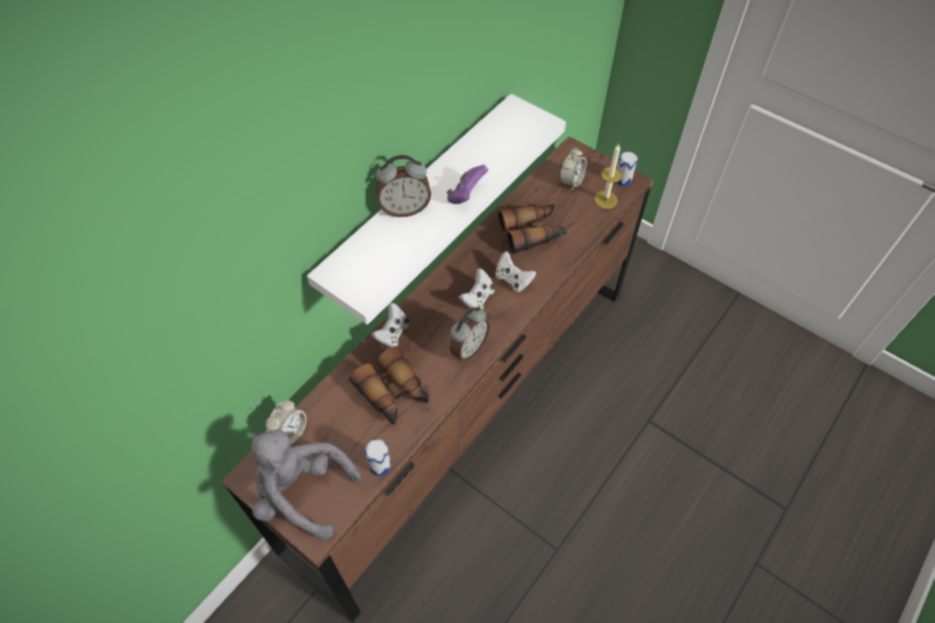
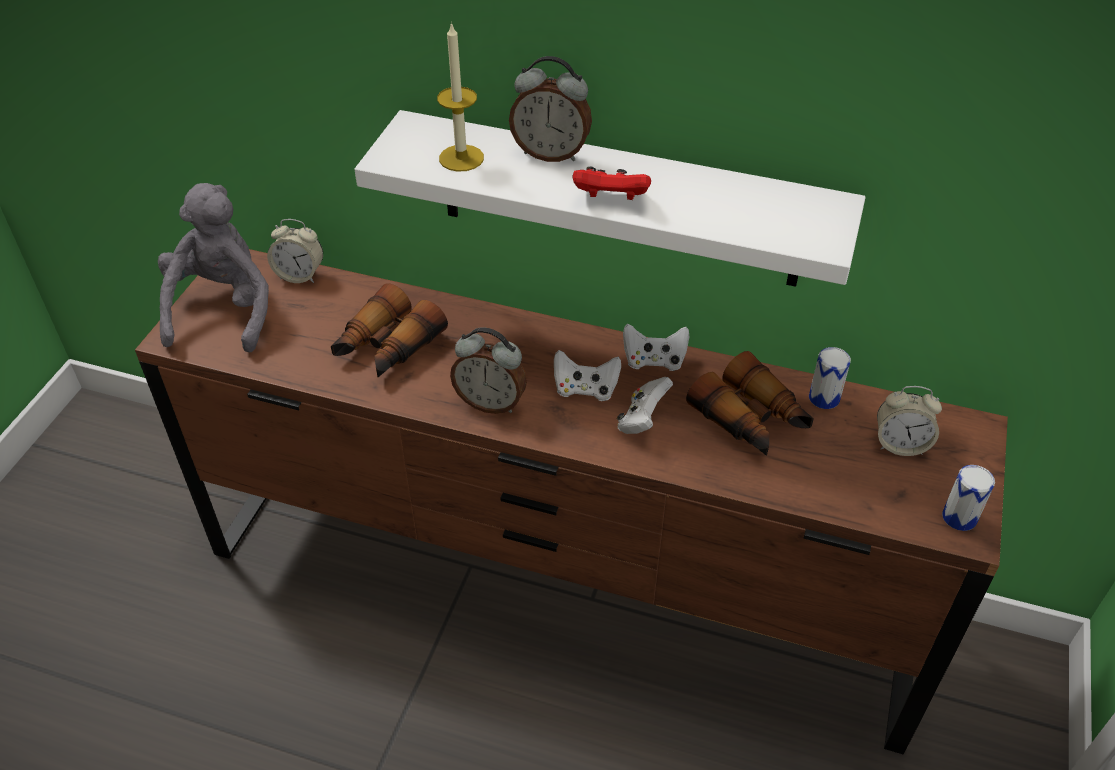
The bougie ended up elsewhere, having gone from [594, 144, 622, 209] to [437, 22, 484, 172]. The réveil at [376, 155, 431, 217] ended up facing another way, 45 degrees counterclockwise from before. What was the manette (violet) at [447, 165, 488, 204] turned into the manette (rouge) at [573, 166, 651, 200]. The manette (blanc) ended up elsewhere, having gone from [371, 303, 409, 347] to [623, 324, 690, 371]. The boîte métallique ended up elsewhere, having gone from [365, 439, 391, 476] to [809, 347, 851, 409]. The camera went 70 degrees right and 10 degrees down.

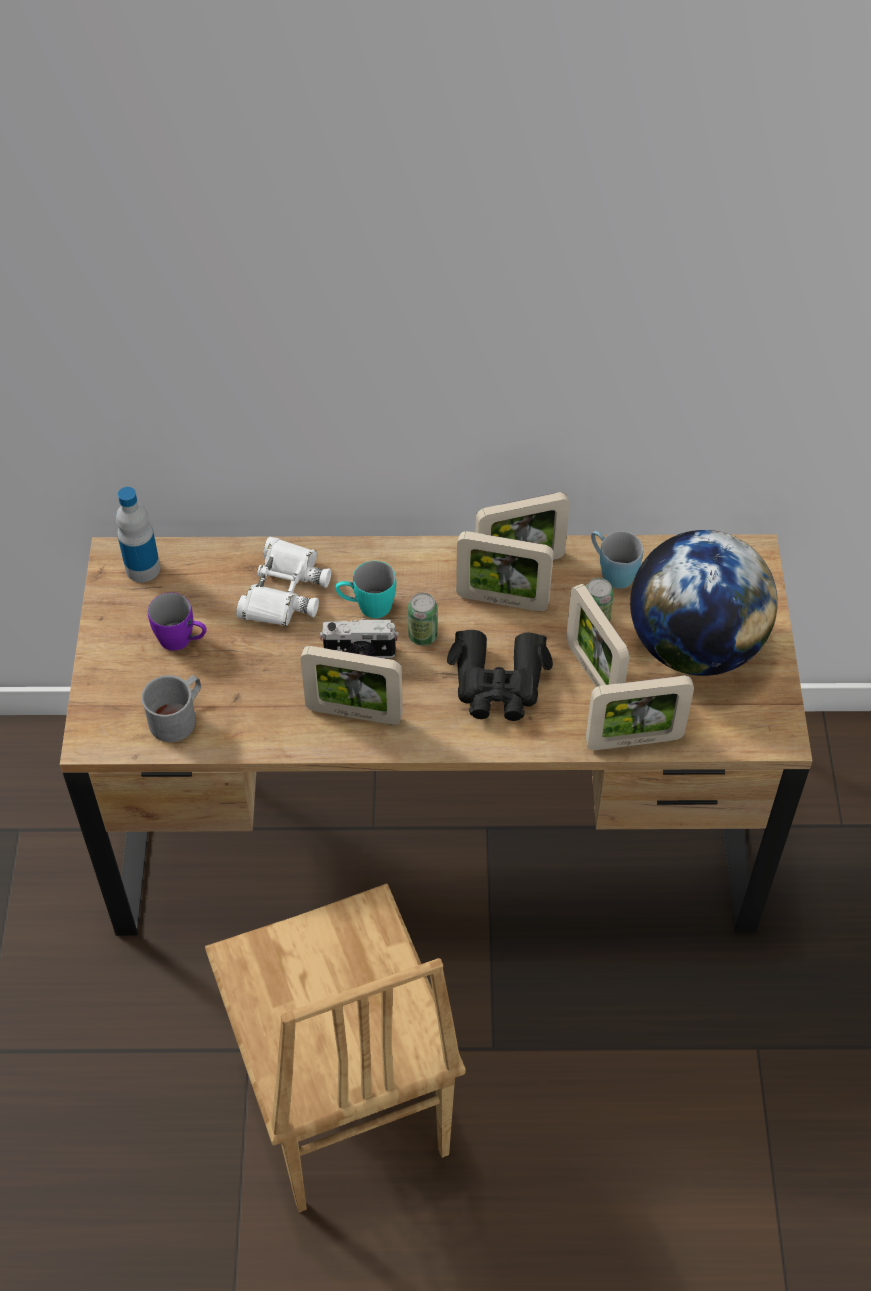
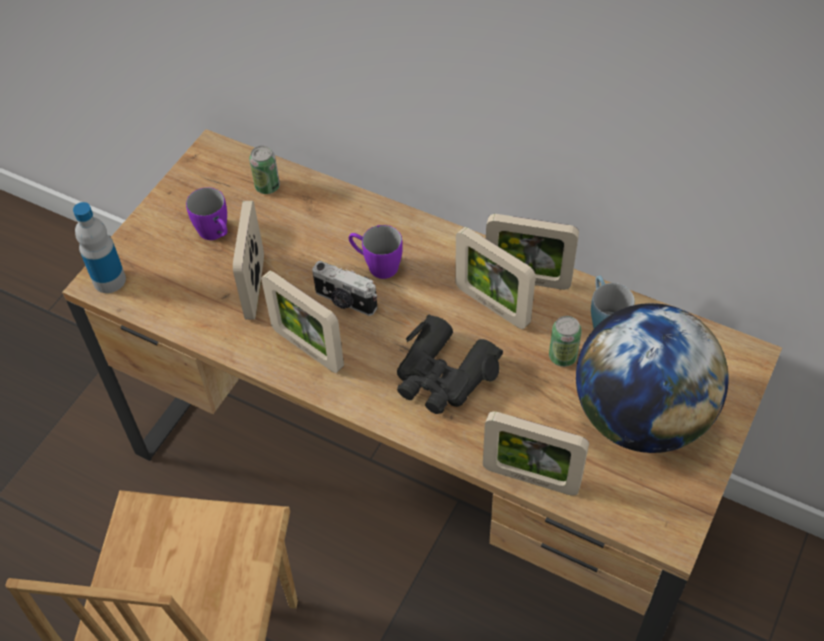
The bouteille ended up elsewhere, having gone from [116, 487, 160, 582] to [73, 202, 126, 293]. The cadre photo ended up elsewhere, having gone from [566, 584, 630, 687] to [233, 201, 264, 320]. The boîte métallique ended up elsewhere, having gone from [408, 593, 438, 646] to [249, 146, 280, 194]. What was the mug (turquoise) at [336, 561, 396, 618] turned into the mug (violet) at [349, 225, 403, 279]. The second view lost the mug (gris) at [141, 675, 201, 742]. The second view lost the jumelles (blanc) at [236, 537, 331, 626]. The camera went 30 degrees right and 0 degrees up.

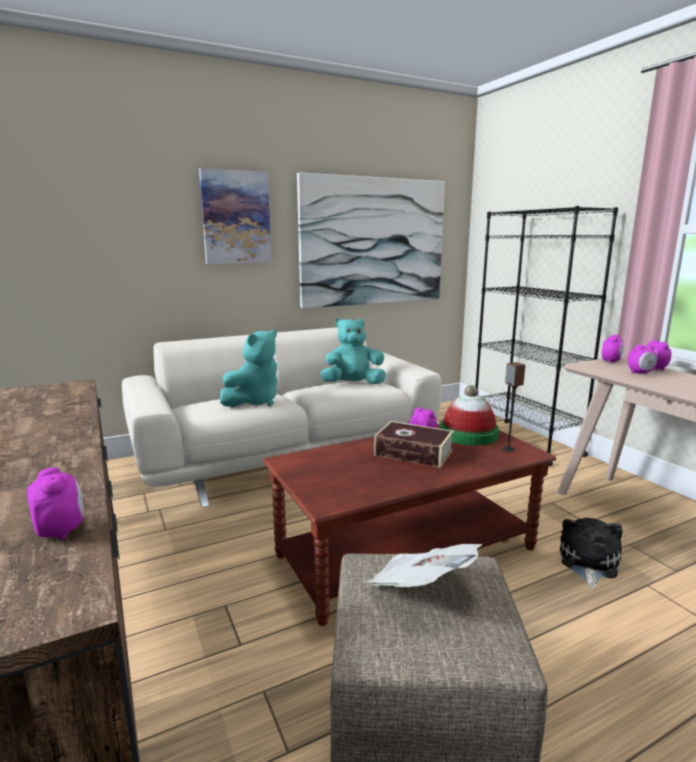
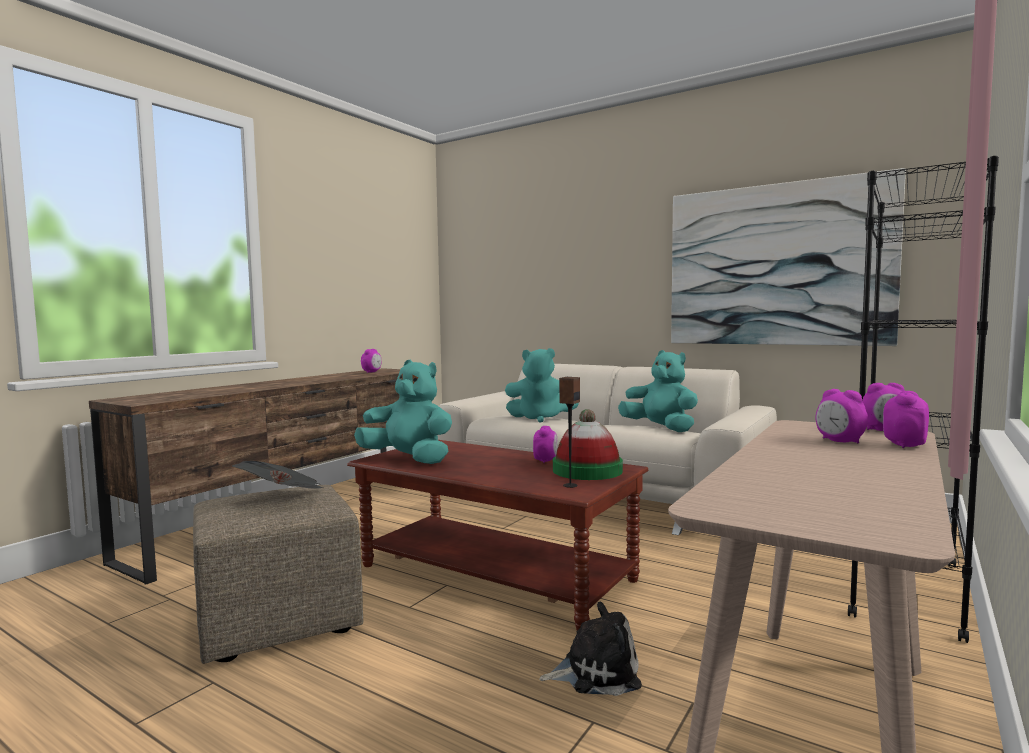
The second view gained the peluche (turquoise) at [354, 360, 452, 464]. The réveil ended up elsewhere, having gone from [27, 467, 84, 541] to [361, 349, 381, 373]. The second view lost the tableau at [199, 168, 271, 264]. The second view lost the livre at [374, 421, 454, 468]. The camera went 60 degrees right and 10 degrees down.

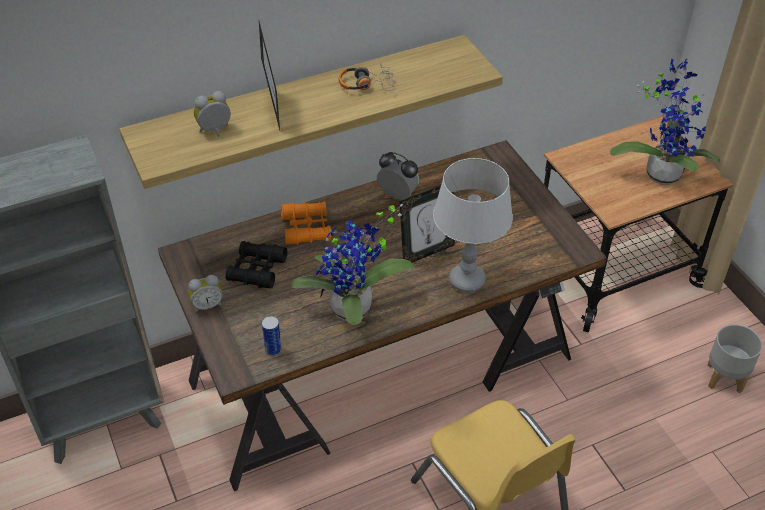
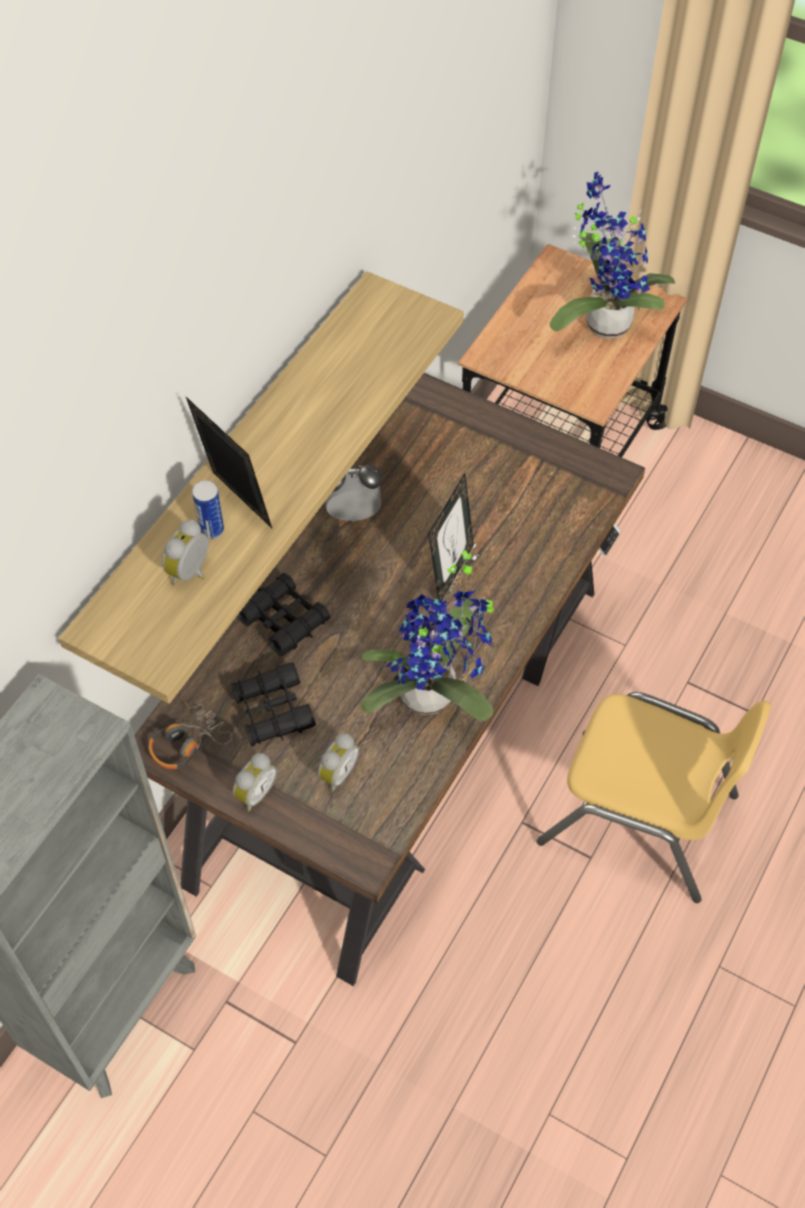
The casque audio ended up elsewhere, having gone from [339, 63, 395, 91] to [149, 703, 232, 769]. The boîte métallique ended up elsewhere, having gone from [262, 316, 282, 356] to [192, 481, 224, 539]. What was the jumelles (orange) at [281, 202, 332, 245] turned into the jumelles (noir) at [237, 573, 330, 656]. The second view gained the réveil at [318, 733, 359, 792]. The second view lost the lampe de table (gris) at [433, 158, 513, 292]. The second view lost the cache-pot (gris) at [708, 324, 763, 393]. The camera went 35 degrees left and 10 degrees up.

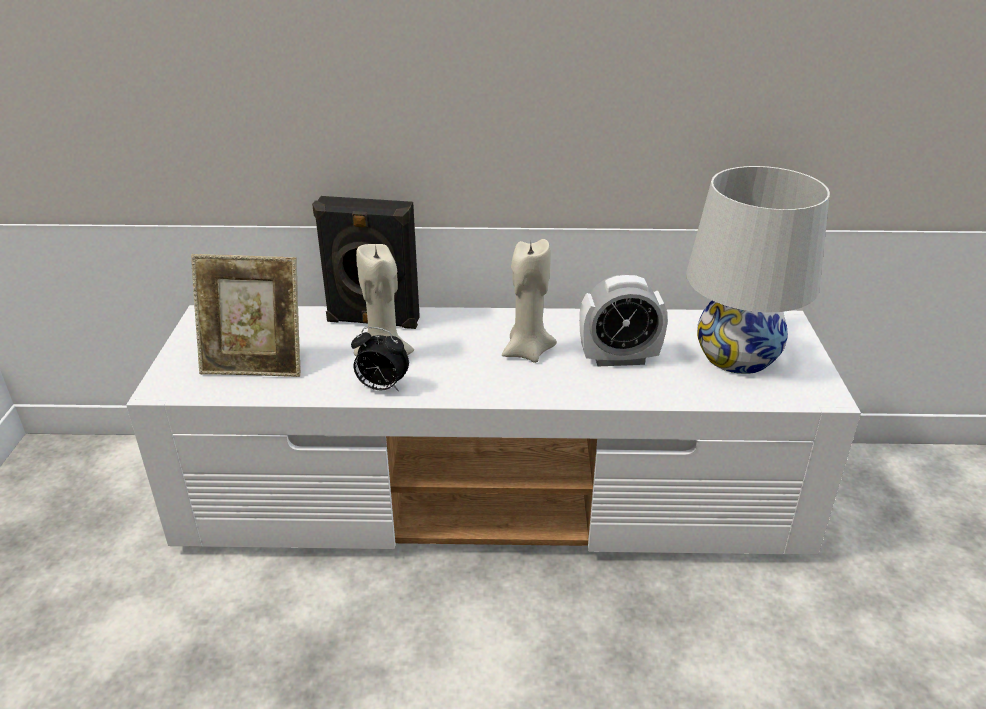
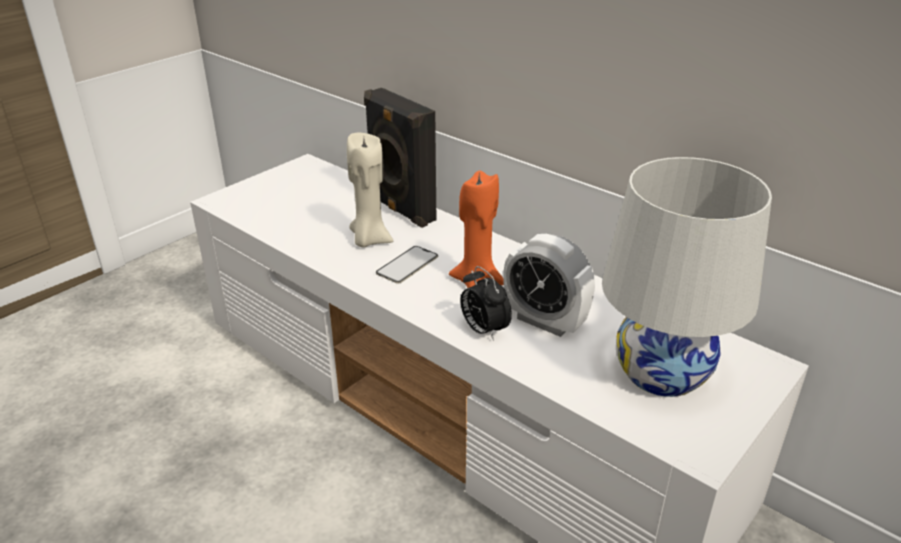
The second view gained the téléphone at [376, 246, 438, 284]. What was the bougie (beige) at [502, 239, 557, 363] turned into the bougie (orange) at [449, 171, 504, 288]. The réveil ended up elsewhere, having gone from [351, 327, 409, 392] to [461, 266, 512, 341]. The second view lost the cadre photo at [191, 254, 301, 377]. The camera went 40 degrees right and 0 degrees up.

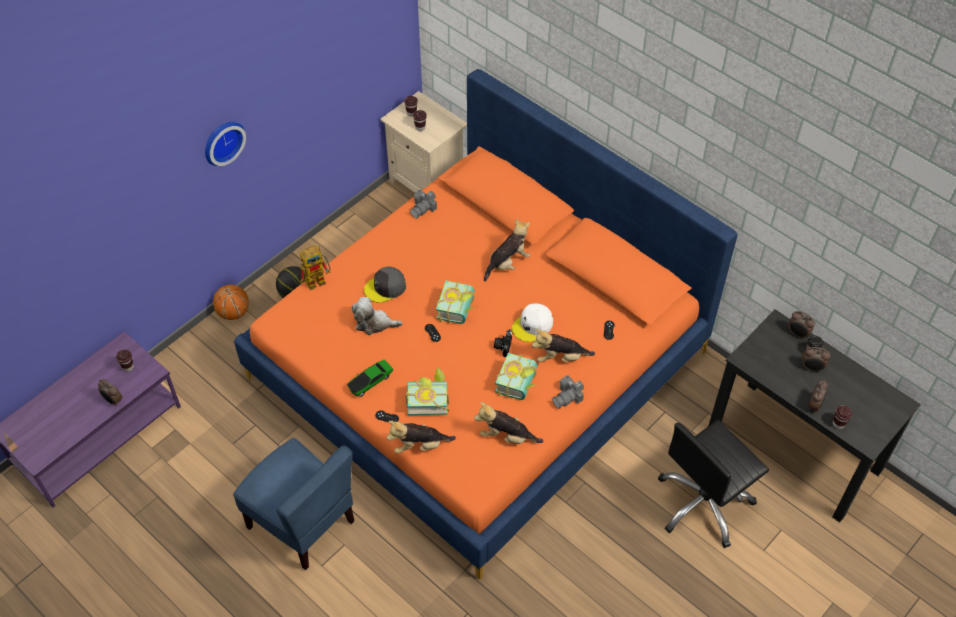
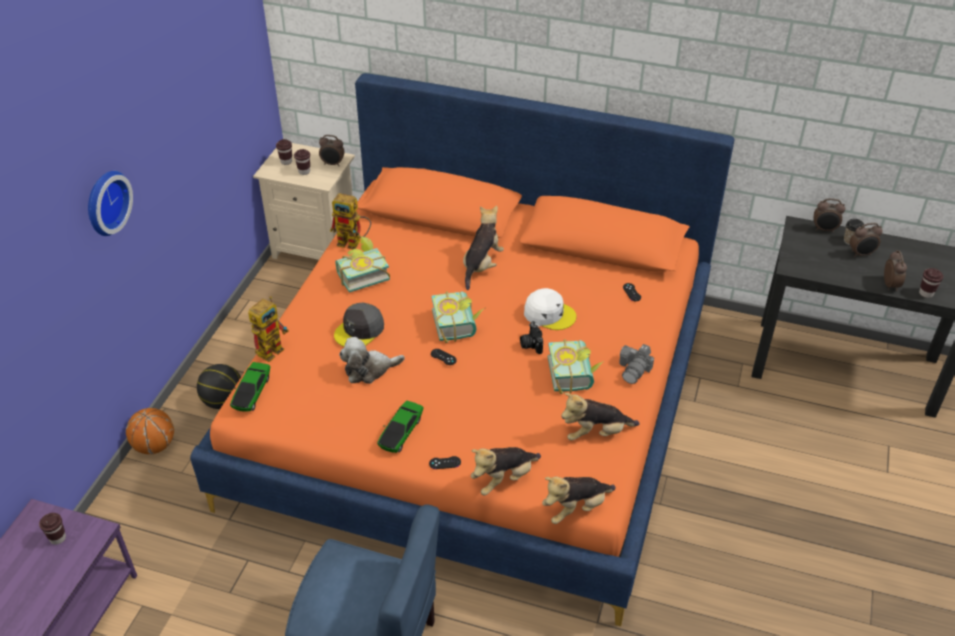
The second view gained the petite voiture at [230, 362, 271, 412]. The réveil ended up elsewhere, having gone from [98, 379, 123, 406] to [319, 135, 345, 166]. Where the appareil photo stood at [410, 190, 437, 218], the robot jouet came to stand at [330, 193, 371, 249]. The livre ended up elsewhere, having gone from [405, 367, 449, 415] to [336, 237, 390, 292]. The casquette (blanc) at [512, 303, 553, 342] ended up facing another way, 90 degrees counterclockwise from before. The peluche ended up elsewhere, having gone from [532, 329, 595, 362] to [542, 477, 616, 524]. The second view lost the chaise de bureau (noir) at [658, 420, 769, 548]. The camera went 25 degrees left and 10 degrees down.

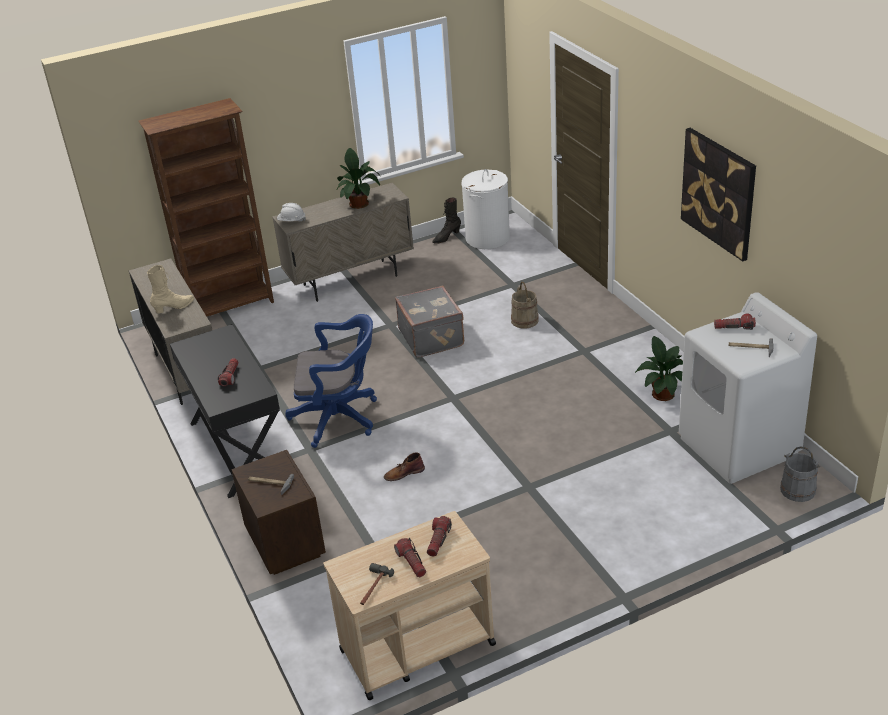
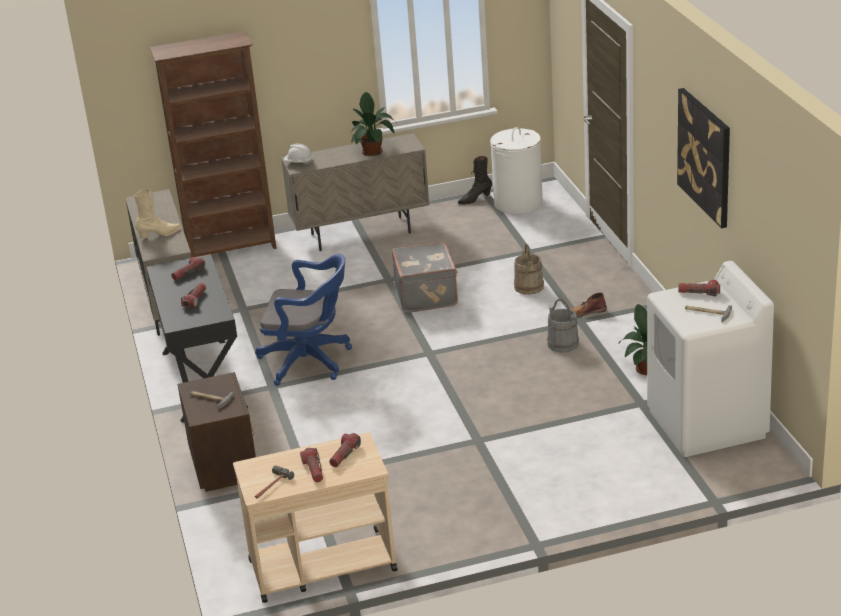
The second view gained the lampe de poche at [171, 257, 206, 281]. The seau (gris) ended up elsewhere, having gone from [780, 447, 820, 502] to [547, 299, 579, 352]. The botte (marron) ended up elsewhere, having gone from [384, 452, 425, 481] to [570, 292, 607, 317]. The camera went 10 degrees right and 5 degrees down.

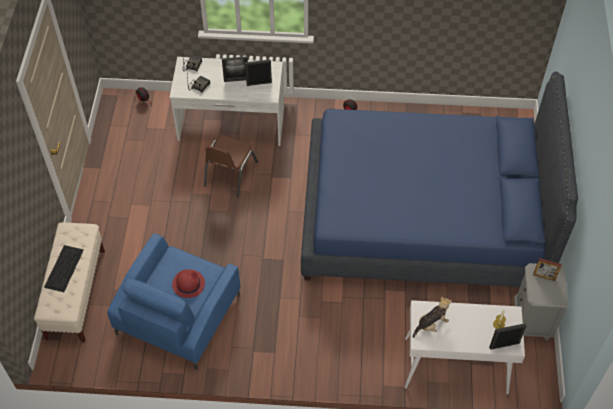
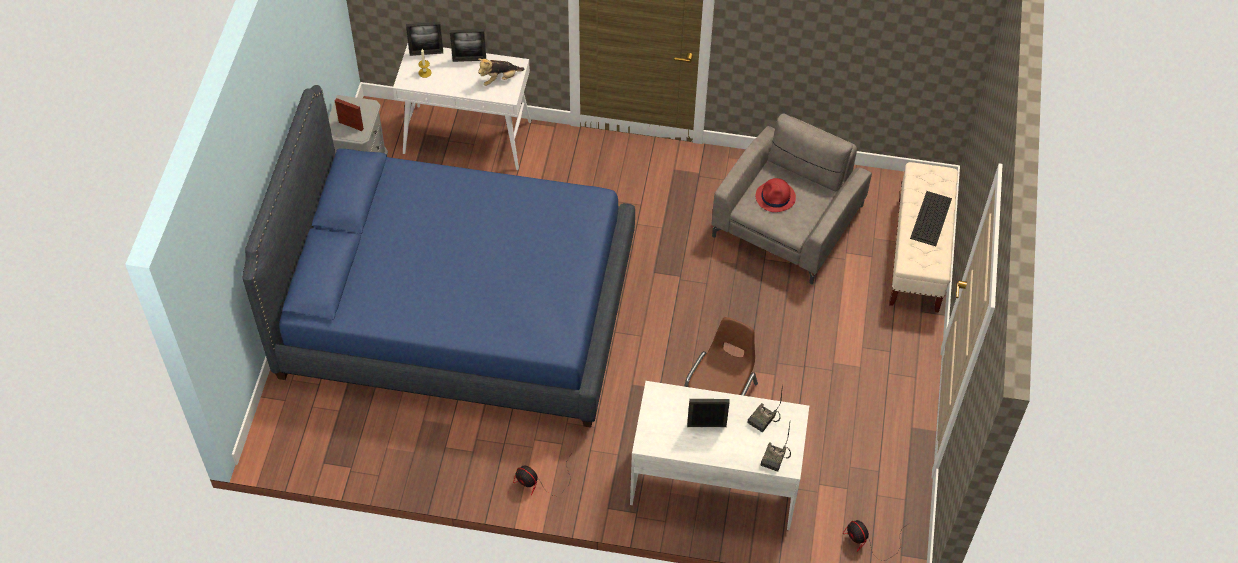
The cadre photo ended up elsewhere, having gone from [245, 59, 272, 86] to [450, 29, 486, 62]. What was the fauteuil (bleu) at [107, 233, 240, 370] turned into the fauteuil (gris) at [711, 114, 872, 284]. The camera went 175 degrees left and 0 degrees up.

